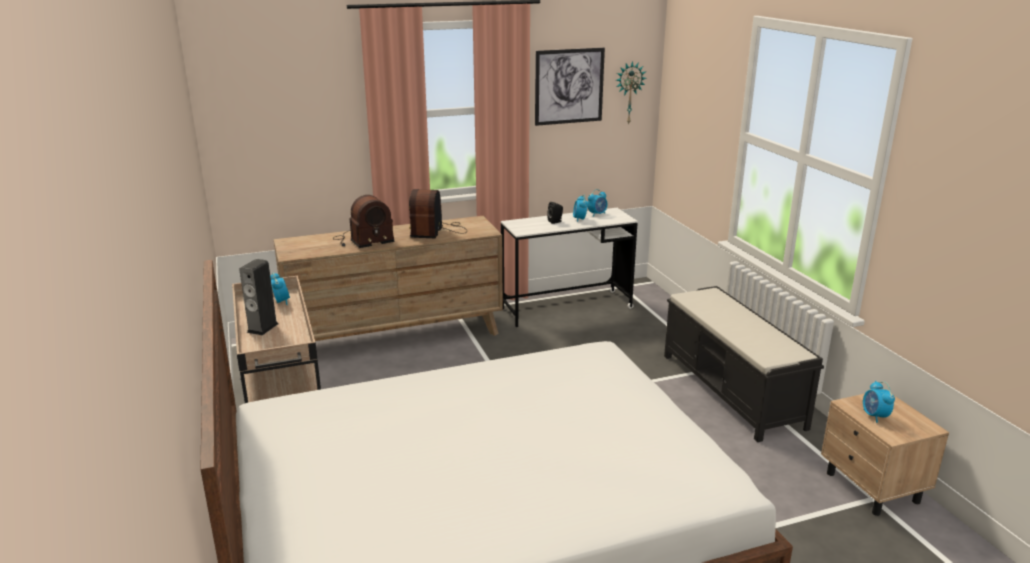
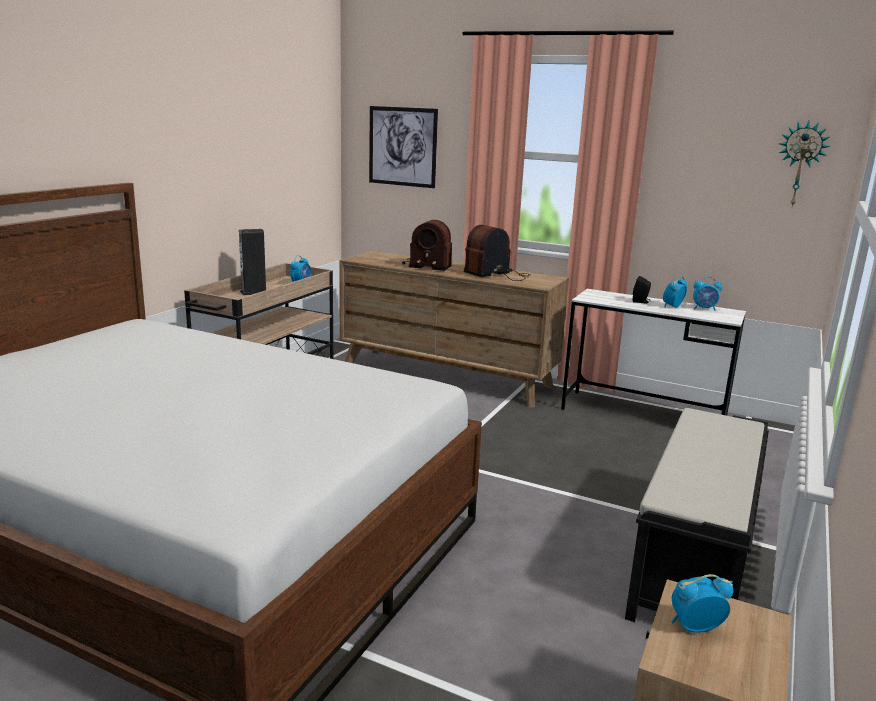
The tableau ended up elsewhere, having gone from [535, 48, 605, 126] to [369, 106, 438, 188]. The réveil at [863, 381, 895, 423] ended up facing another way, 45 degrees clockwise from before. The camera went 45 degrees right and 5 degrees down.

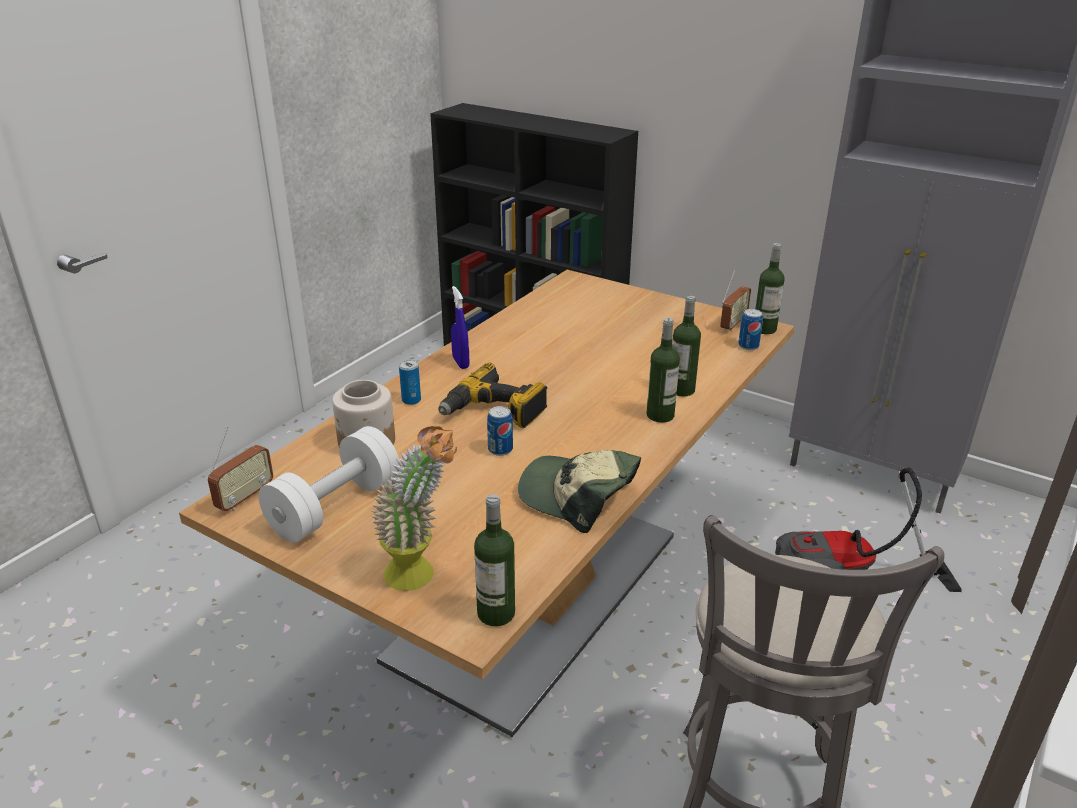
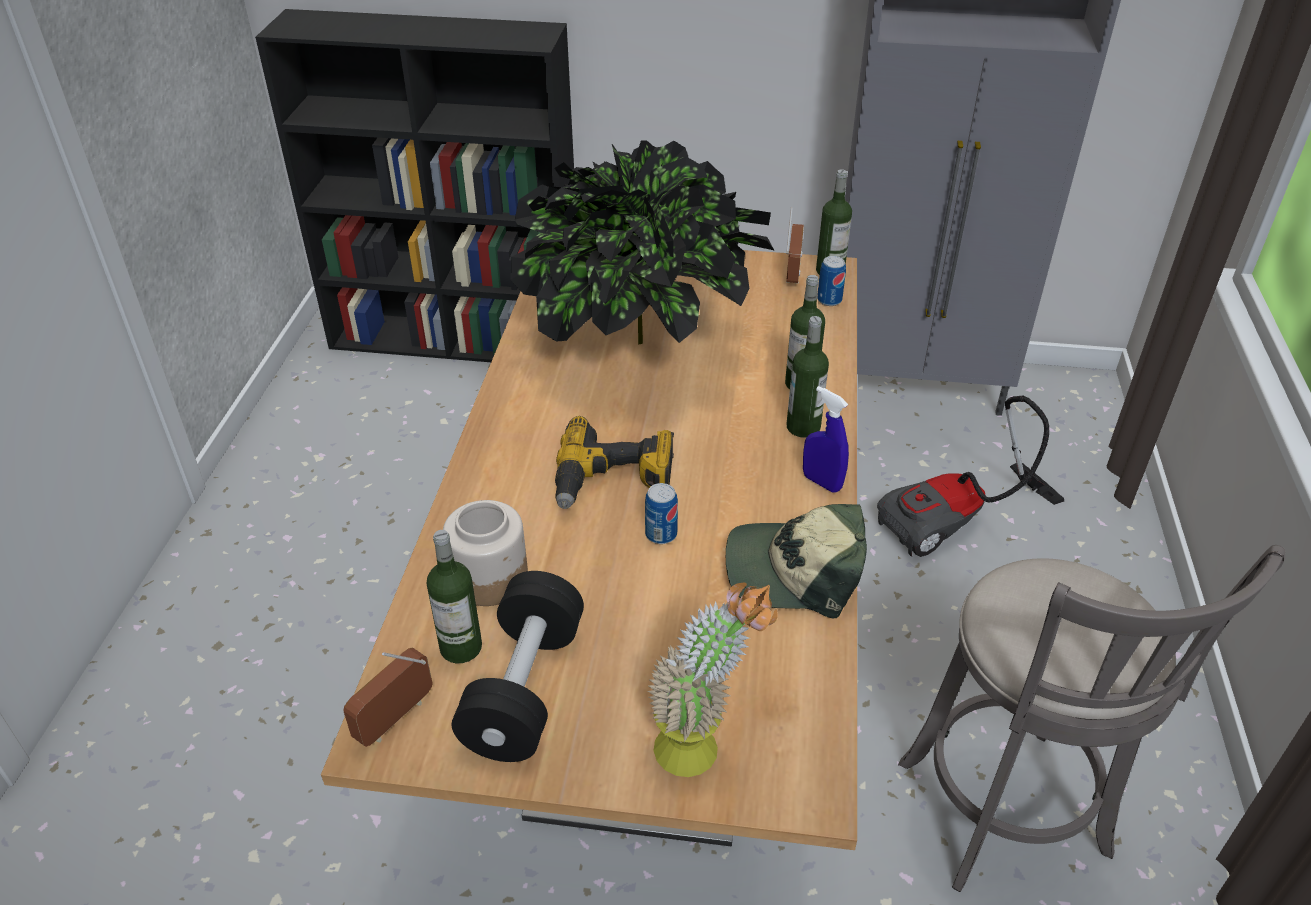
The radio at [208, 427, 273, 511] ended up facing another way, 150 degrees counterclockwise from before. The bouteille ended up elsewhere, having gone from [474, 494, 515, 626] to [427, 530, 482, 663]. What was the haltère (blanc) at [259, 426, 400, 543] turned into the haltère (noir) at [452, 571, 584, 762]. The second view gained the plante en pot at [510, 140, 775, 345]. The vaporisateur (bleu) ended up elsewhere, having gone from [451, 286, 469, 369] to [803, 386, 849, 493]. The second view lost the boîte métallique at [399, 360, 421, 405]. The camera went 25 degrees left and 10 degrees up.

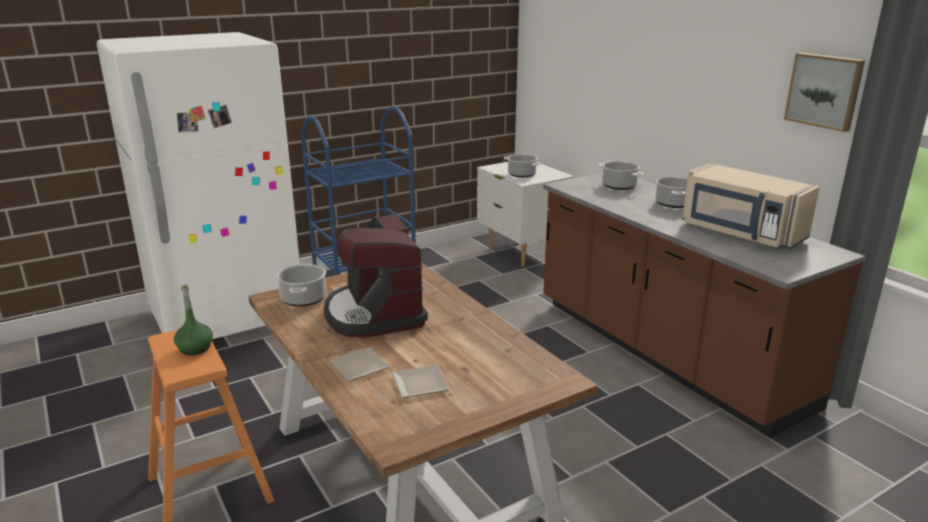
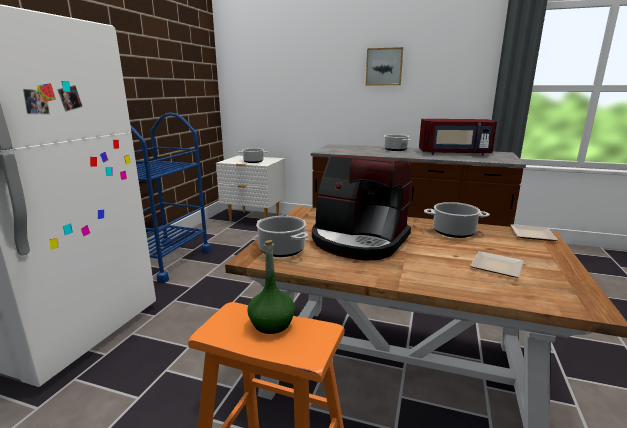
The tableau ended up elsewhere, having gone from [784, 53, 865, 132] to [366, 47, 403, 85]. What was the micro-ondes (beige) at [682, 163, 820, 249] turned into the micro-ondes (rouge) at [419, 119, 497, 156]. The marmite ended up elsewhere, having gone from [599, 161, 644, 190] to [424, 202, 490, 238]. The assiette ended up elsewhere, having gone from [329, 347, 391, 381] to [511, 224, 558, 241]. The camera went 40 degrees left and 5 degrees down.

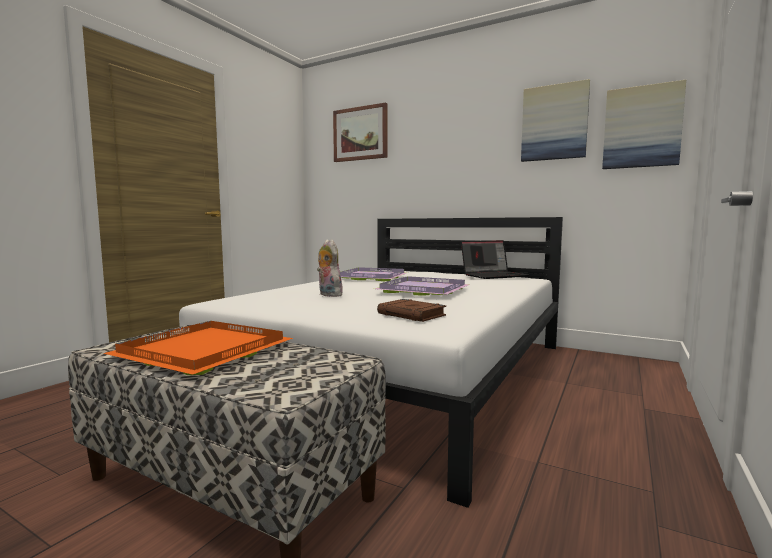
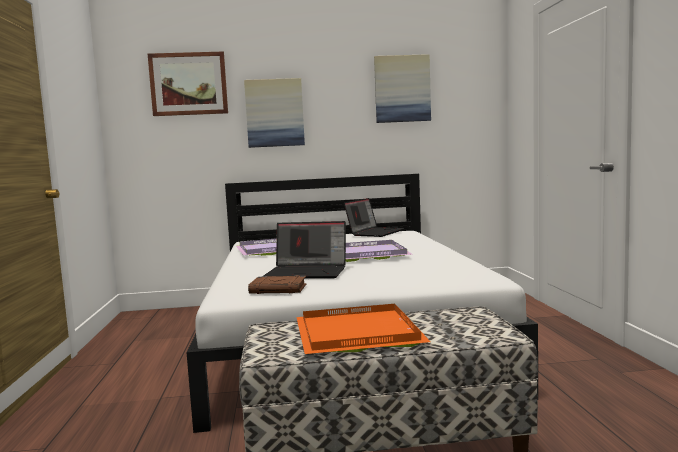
The tableau ended up elsewhere, having gone from [602, 80, 686, 169] to [244, 78, 305, 148]. The livre (marron) ended up elsewhere, having gone from [377, 299, 446, 322] to [248, 275, 306, 294]. Where the peluche stood at [317, 239, 343, 297], the ordinateur portable came to stand at [263, 221, 346, 279]. The camera went 35 degrees left and 0 degrees up.

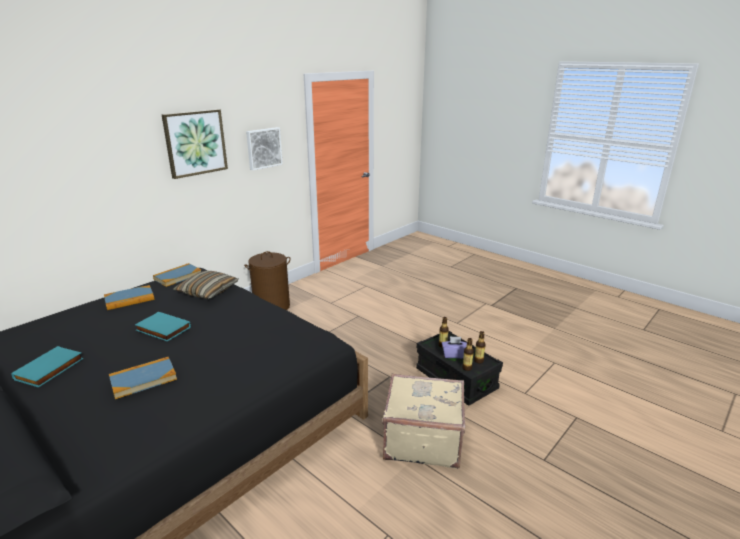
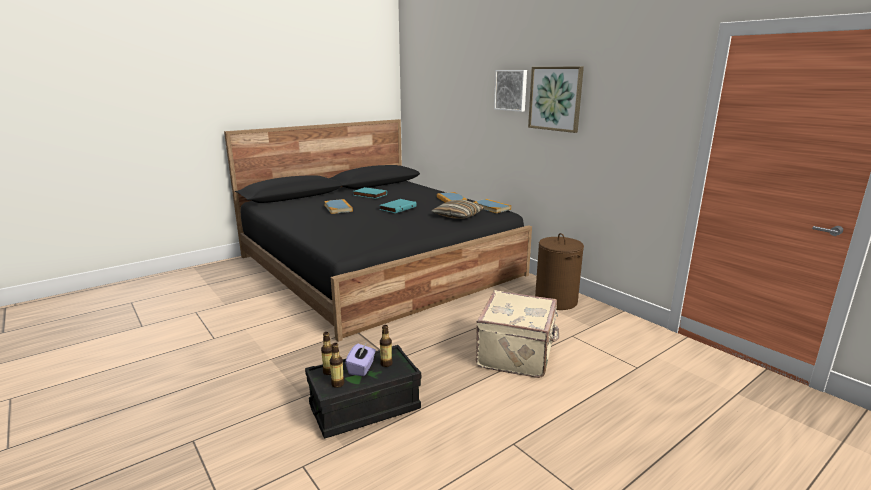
The valise (beige) ended up elsewhere, having gone from [382, 374, 465, 469] to [476, 290, 559, 378]. The tableau ended up elsewhere, having gone from [246, 127, 283, 170] to [494, 70, 527, 112]. The camera went 100 degrees right and 5 degrees down.

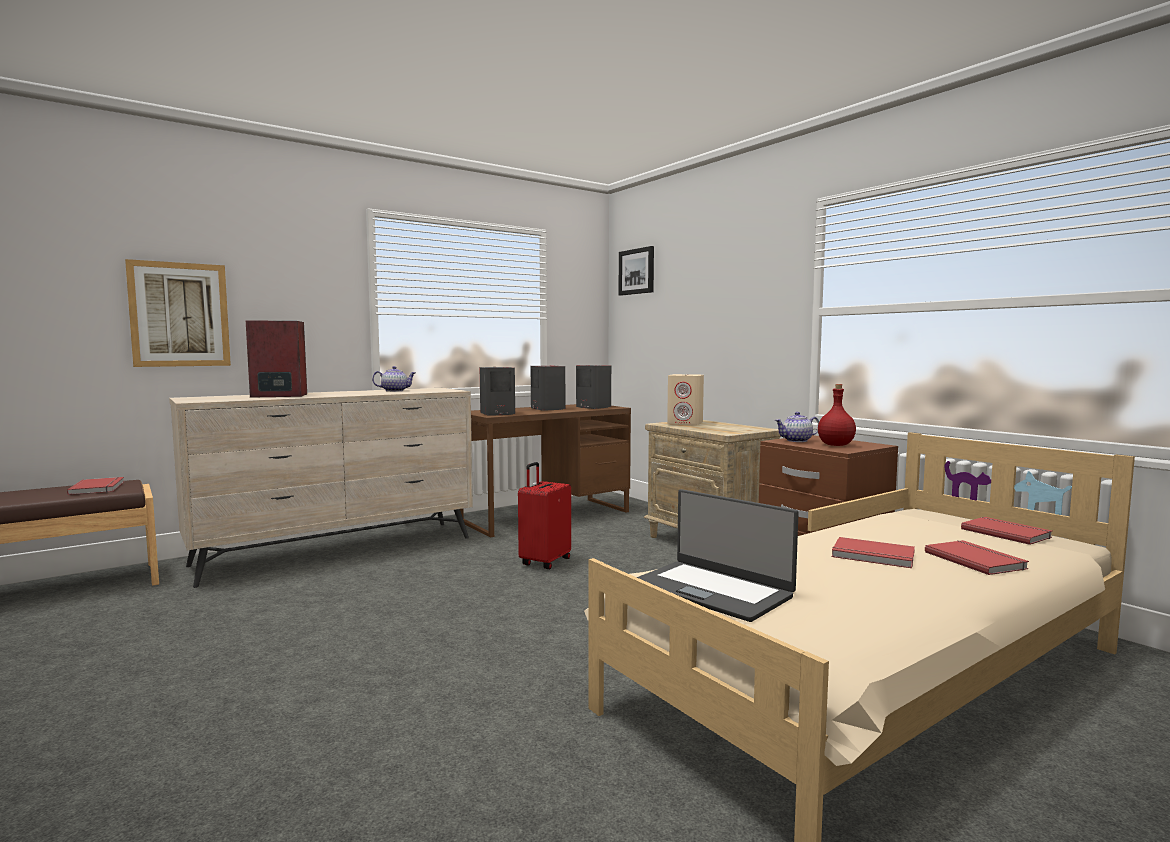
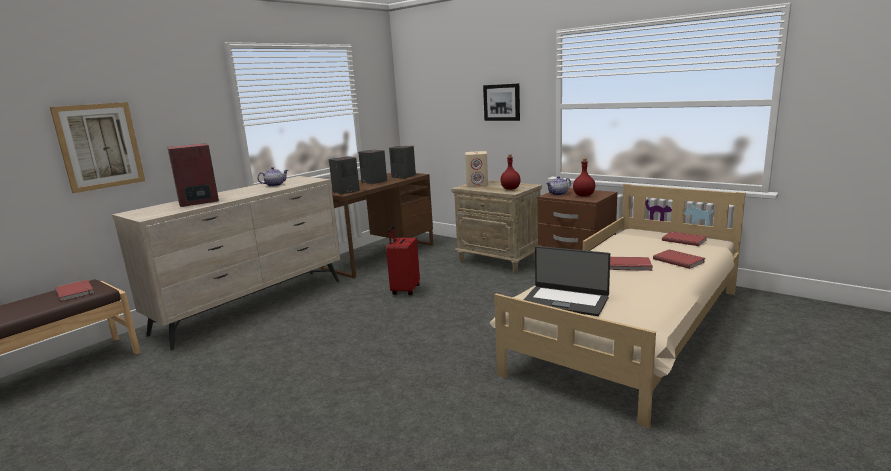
The tableau ended up elsewhere, having gone from [619, 246, 654, 296] to [483, 84, 520, 121]. The second view gained the bouteille (rouge) at [501, 154, 521, 190]. The camera went 15 degrees left and 10 degrees up.

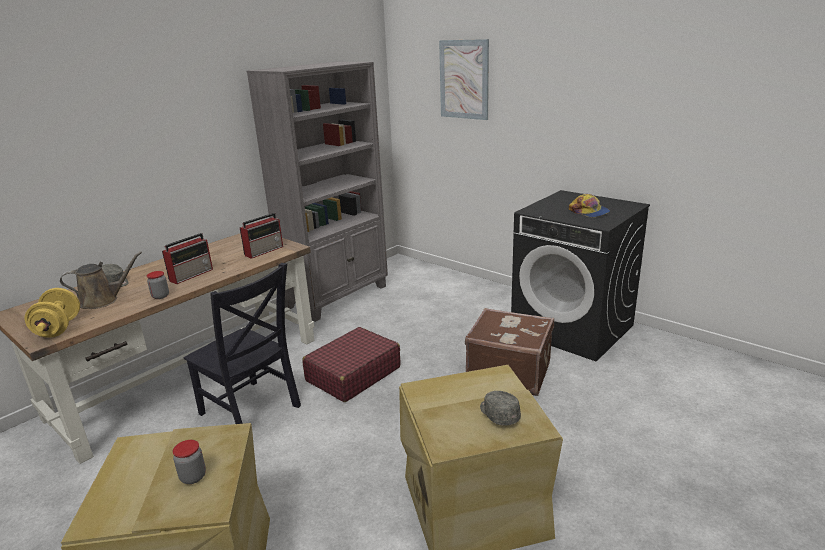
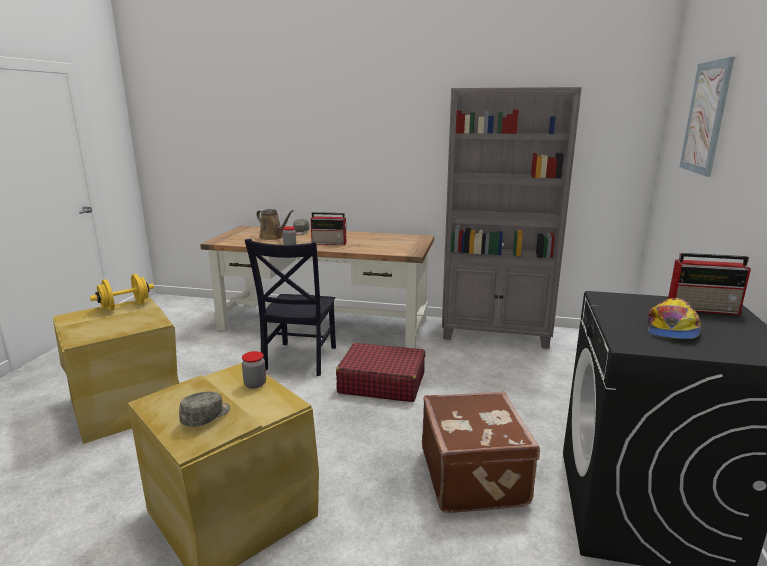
The haltère (jaune) ended up elsewhere, having gone from [24, 288, 80, 338] to [90, 274, 154, 311]. The bocal ended up elsewhere, having gone from [173, 440, 206, 484] to [242, 351, 266, 389]. The radio ended up elsewhere, having gone from [240, 213, 283, 259] to [668, 253, 751, 315]. The camera went 60 degrees right and 5 degrees down.

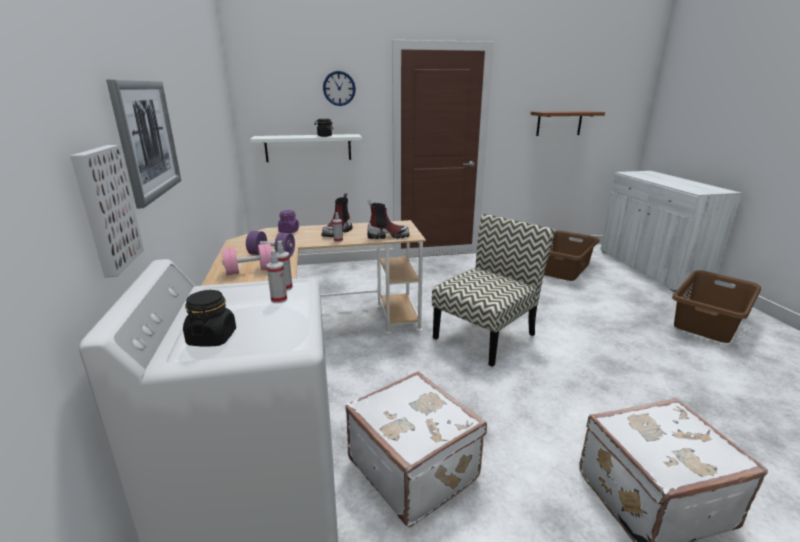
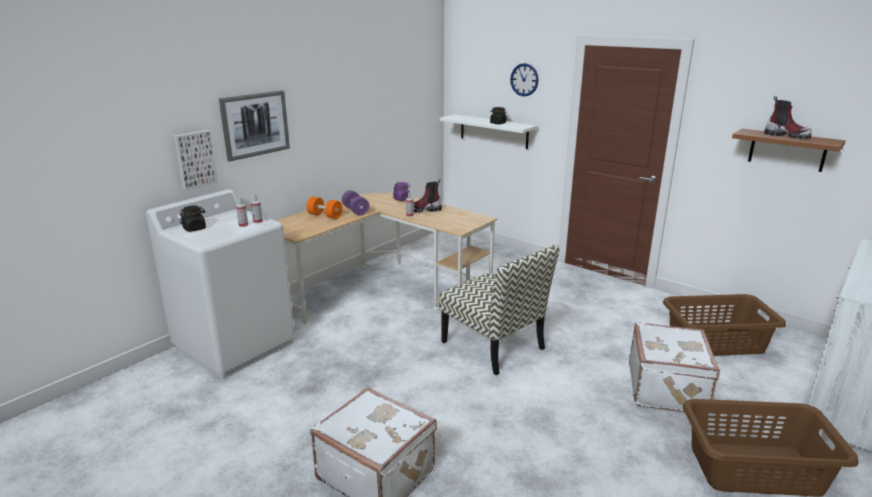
What was the haltère (rose) at [222, 243, 272, 275] turned into the haltère (orange) at [306, 196, 343, 219]. The chaise at [432, 214, 555, 367] ended up facing another way, 45 degrees clockwise from before. The valise (blanc) ended up elsewhere, having gone from [346, 371, 487, 527] to [629, 322, 720, 412]. The botte ended up elsewhere, having gone from [367, 200, 410, 239] to [764, 96, 812, 139]. The camera went 50 degrees right and 0 degrees up.

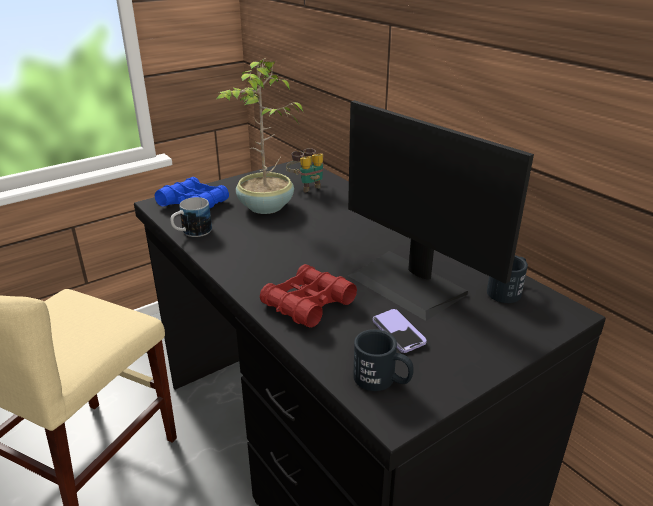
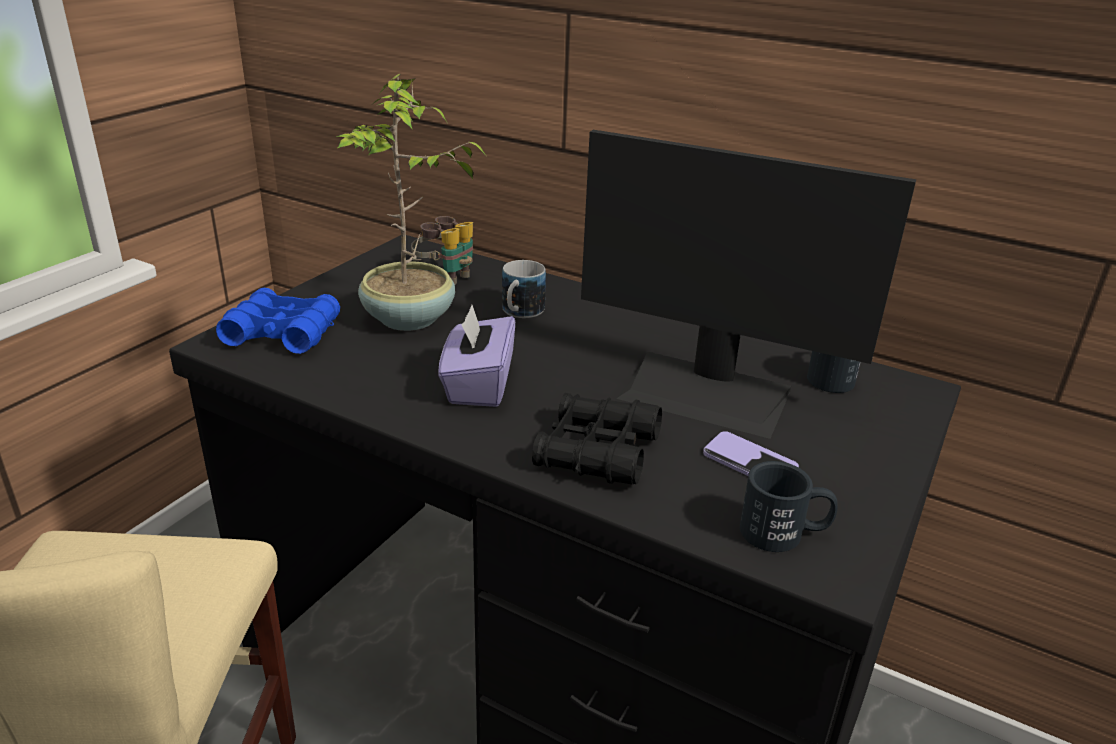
The second view gained the boîte à mouchoirs (violet) at [438, 305, 515, 407]. The mug ended up elsewhere, having gone from [170, 197, 212, 237] to [502, 260, 546, 318]. What was the jumelles (rouge) at [260, 264, 357, 327] turned into the jumelles (noir) at [532, 393, 662, 485]. The camera went 25 degrees left and 0 degrees up.

